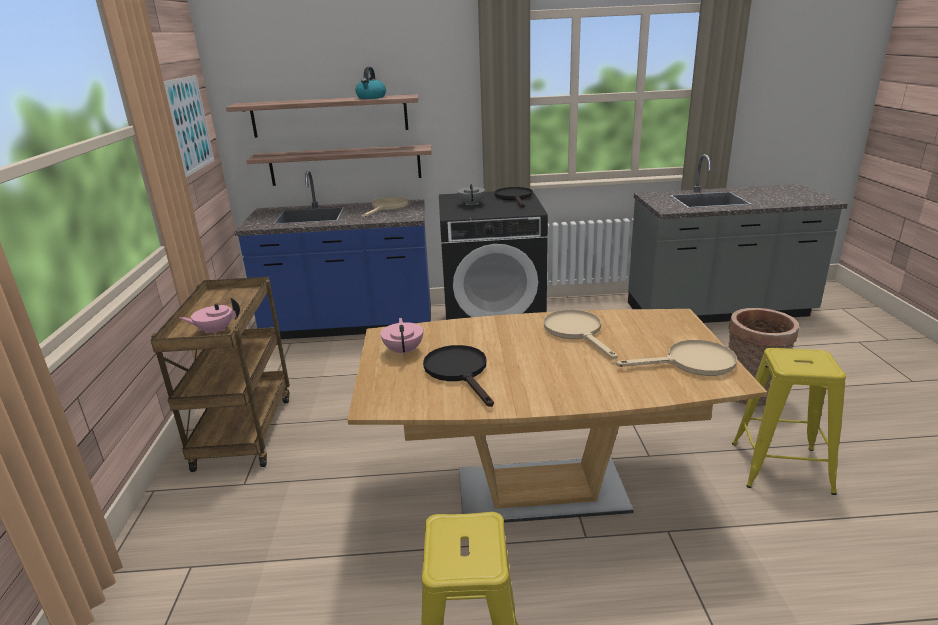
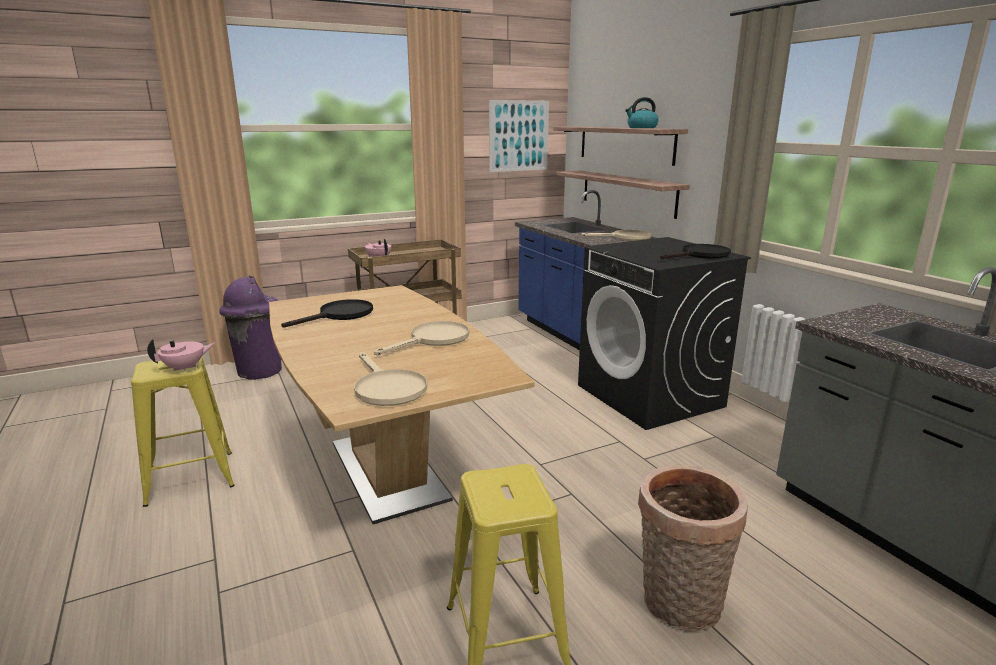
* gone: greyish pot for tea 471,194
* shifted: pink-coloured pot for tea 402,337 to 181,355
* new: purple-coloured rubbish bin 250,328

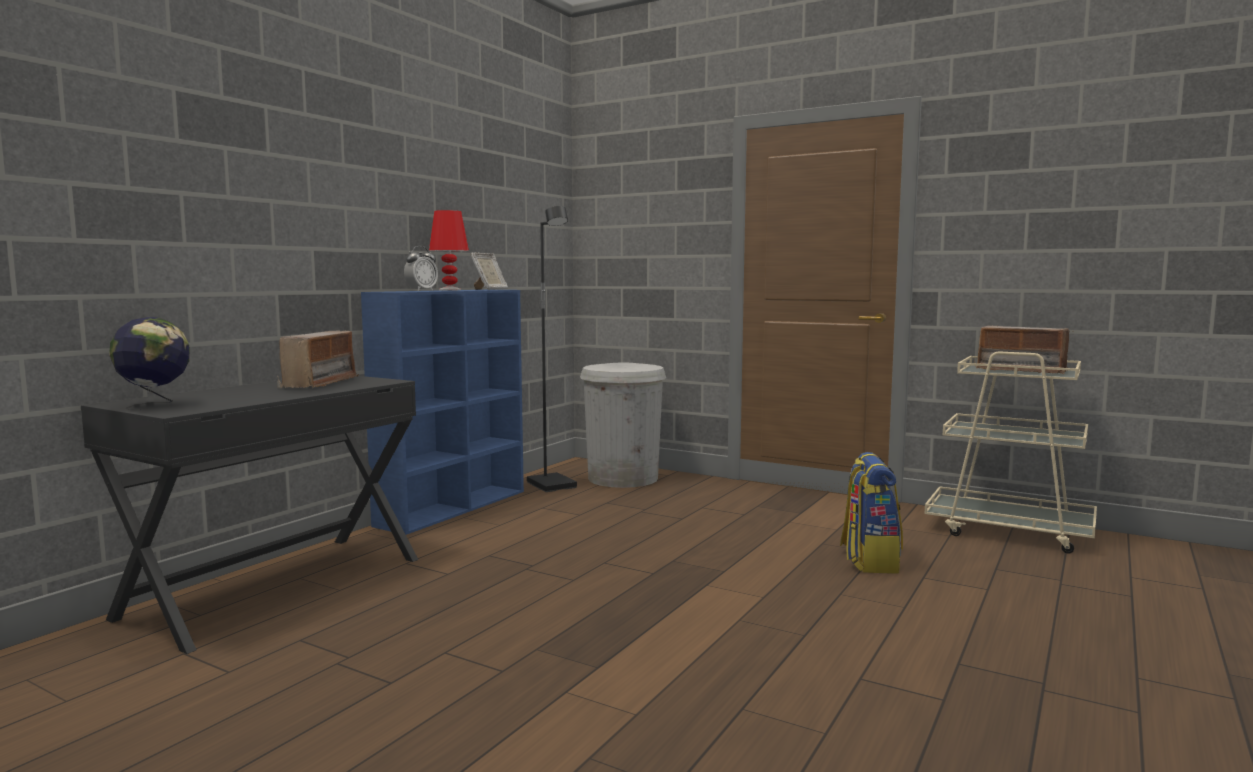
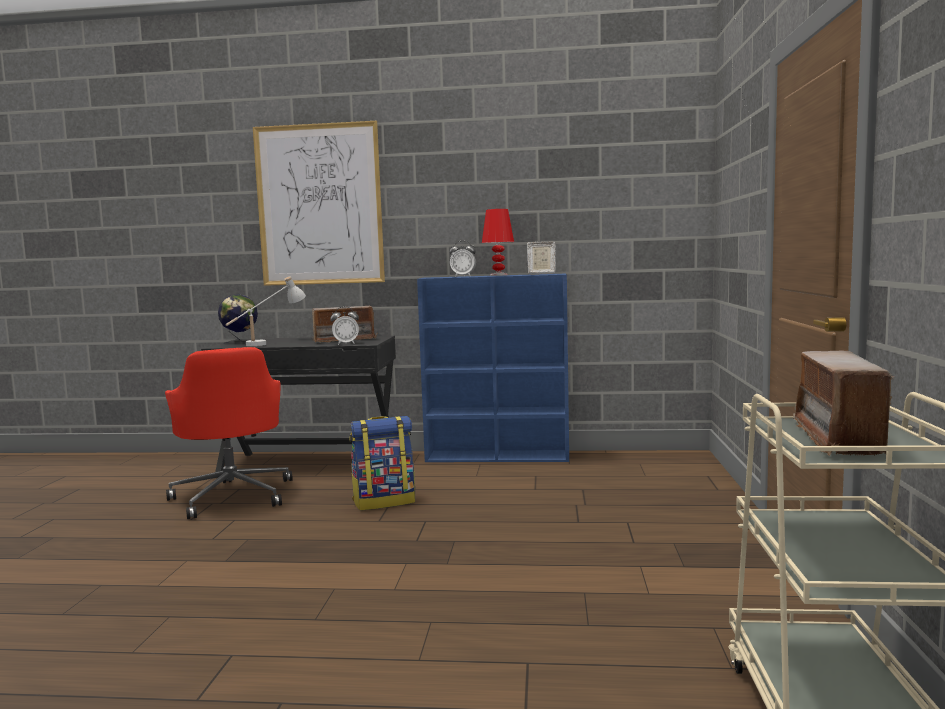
* gone: black standard lamp 552,349
* gone: whitish rubbish bin 623,425
* shifted: knapsack 871,512 to 382,463
* new: wall picture 319,203
* new: whitish table lamp 265,311
* new: table clock 344,326
* new: red-coloured office chair 229,433

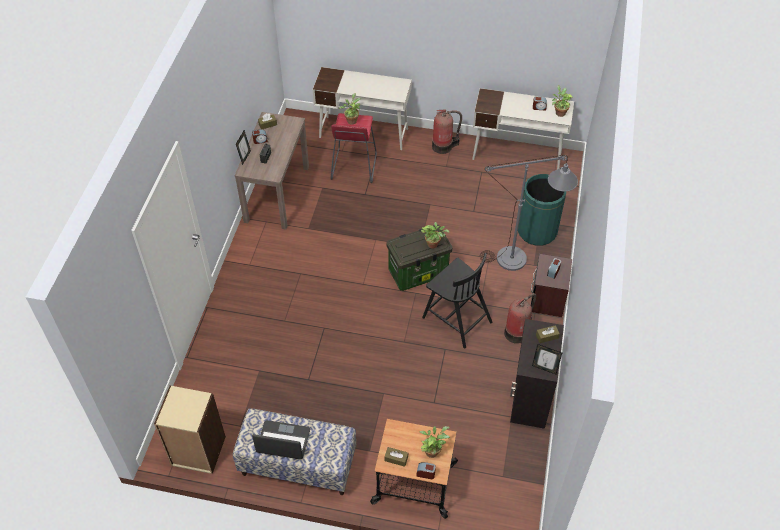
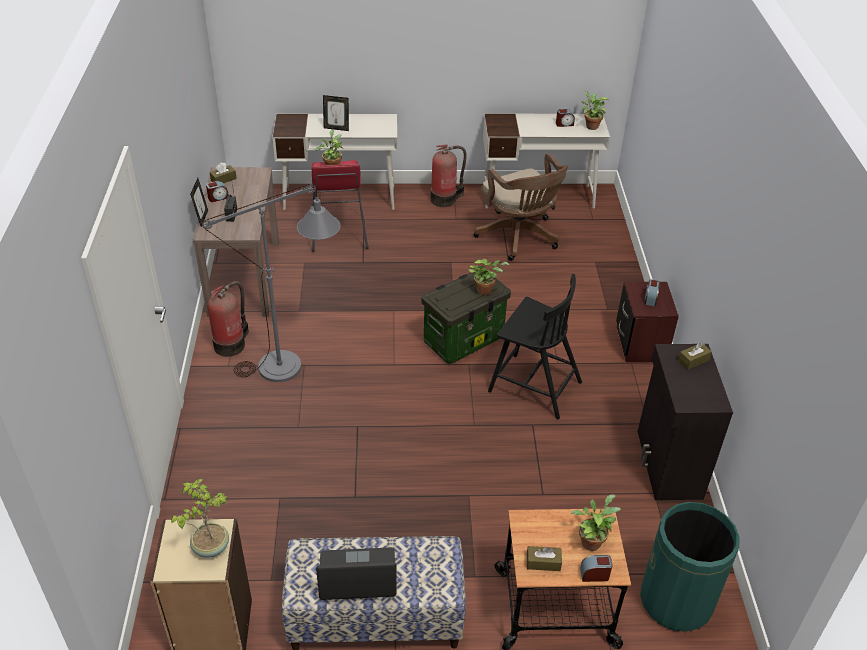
* shifted: greyish standard lamp 529,213 to 271,283
* shifted: greenish rubbish bin 542,210 to 690,567
* shifted: fire-fighting cylinder 520,318 to 228,319
* shifted: picture frame 547,359 to 336,113
* new: brownish office chair 521,207
* new: plant in a pot 200,518

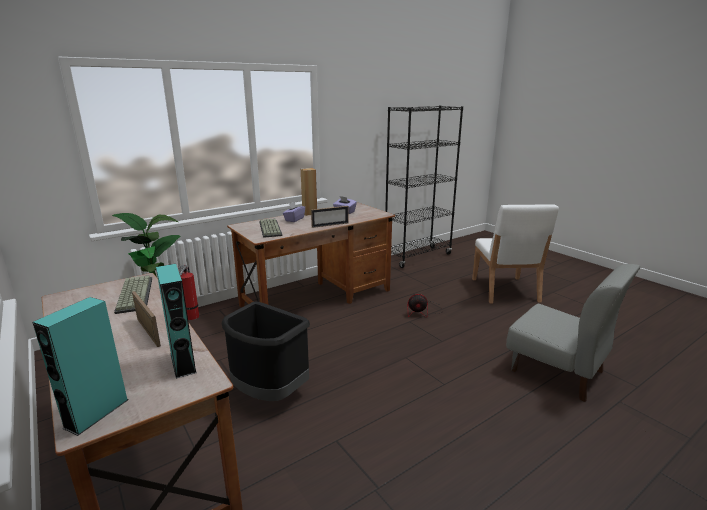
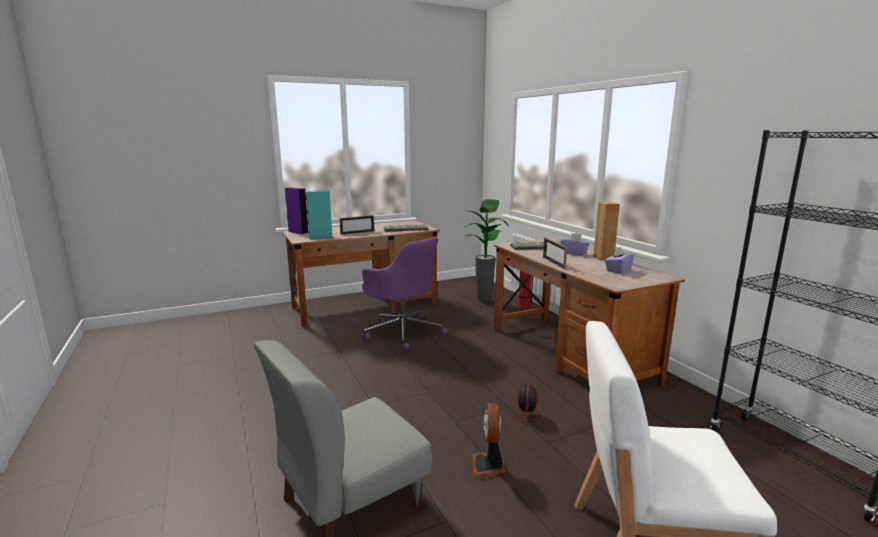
* repainted: turquoise speaker 81,366 to purple-coloured speaker 297,210
* swapped: black rubbish bin 265,351 to purple-coloured office chair 405,294
* new: electric fan 488,441

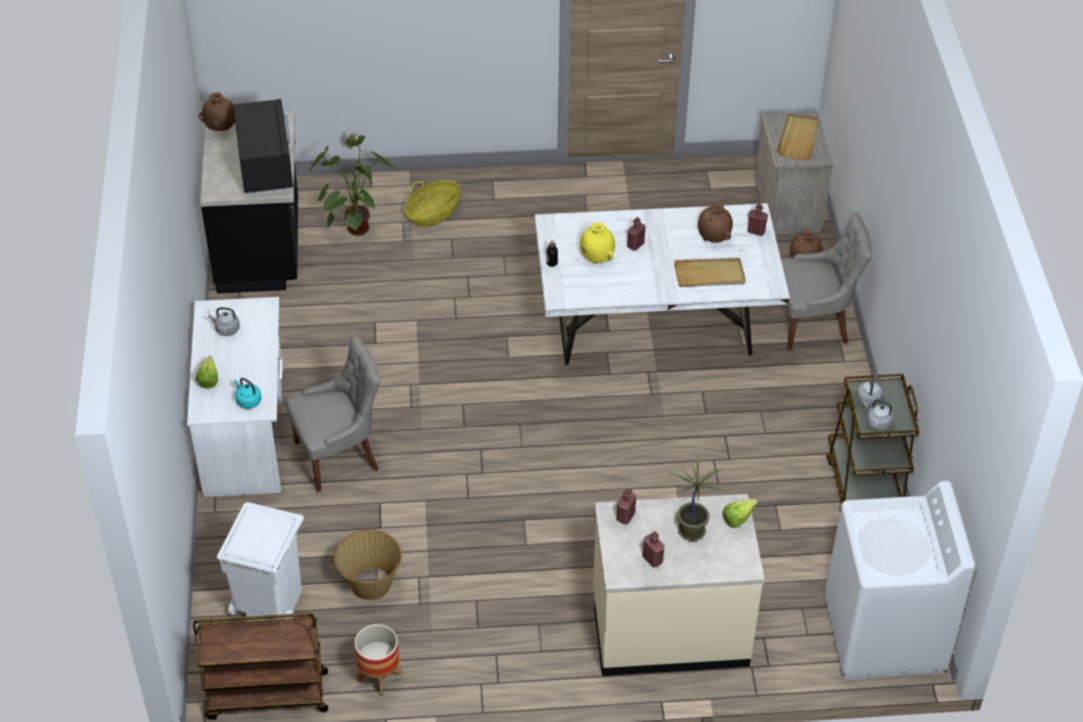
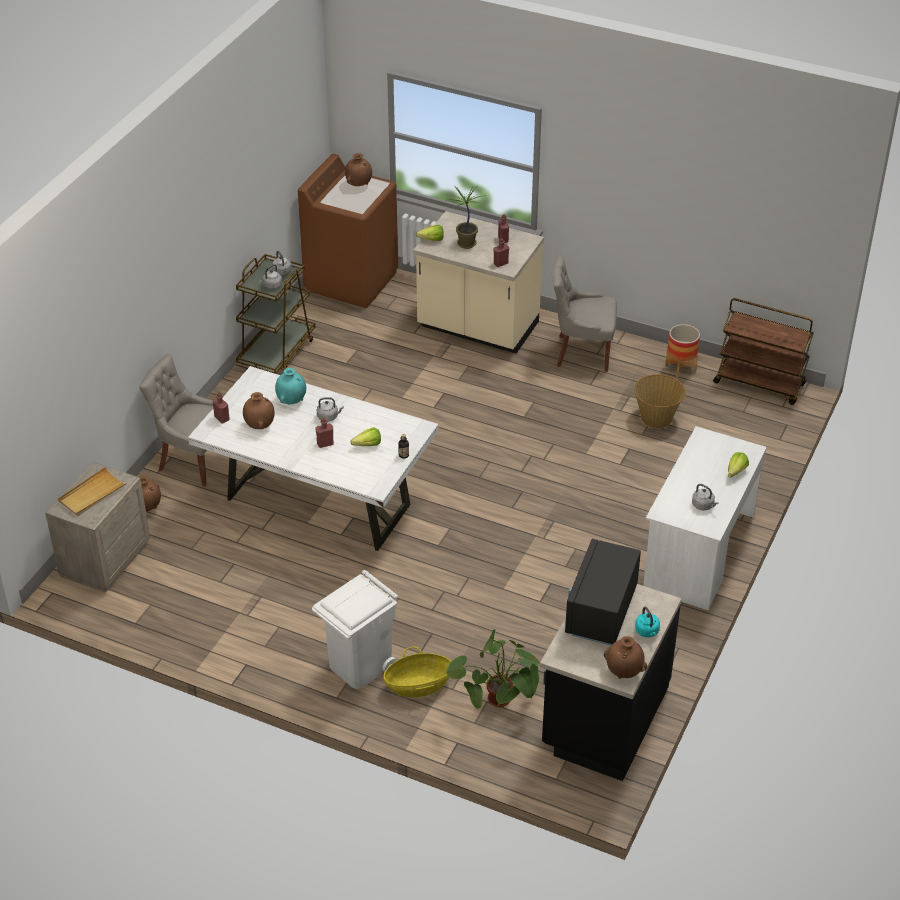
* swapped: yellow-coloured flower vase 597,242 to lettuce head 365,437
* swapped: beige-coloured tray 710,272 to turquoise flower vase 290,386
* shifted: greyish plain chair 333,413 to 584,313
* shifted: turquoise kettle 247,393 to 647,622
* repainted: whitish washing machine 900,580 to brownish washing machine 348,231
* shifted: whitish rubbish bin 260,561 to 355,629
* new: brownish flower vase 358,169
* new: greyish kettle 330,409

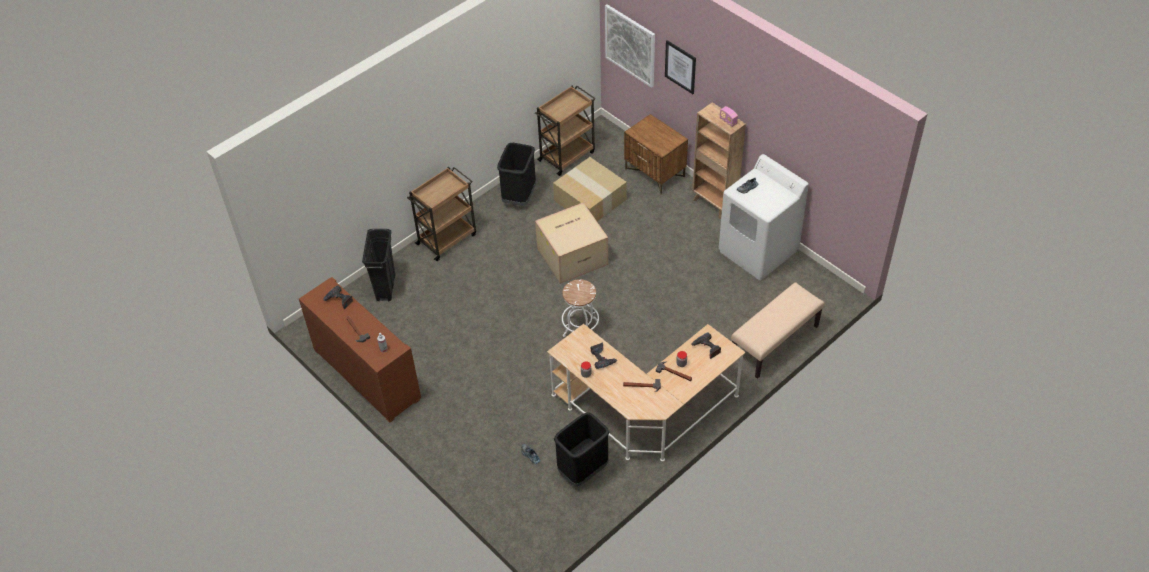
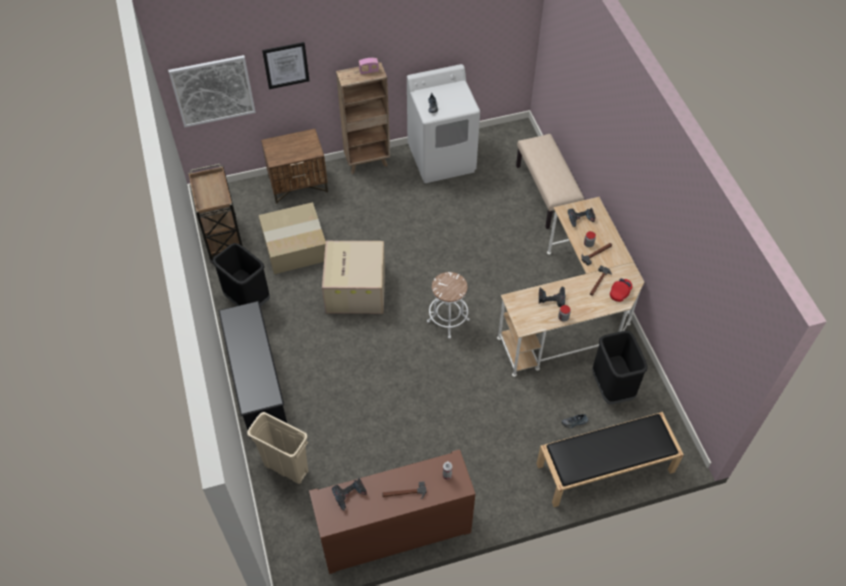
* swapped: brownish trolley 441,214 to black shoe shelf 252,369
* repainted: black rubbish bin 378,265 to beige-coloured rubbish bin 277,448
* new: red-coloured baseball cap 621,290
* new: black bench 610,459

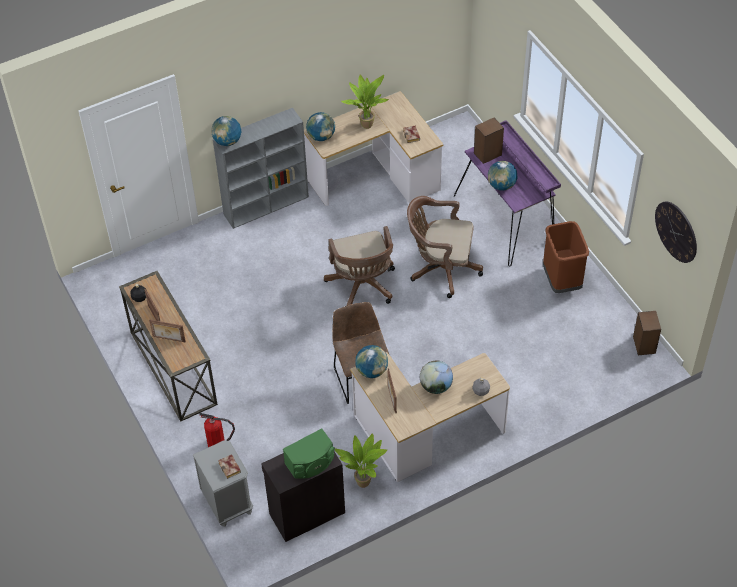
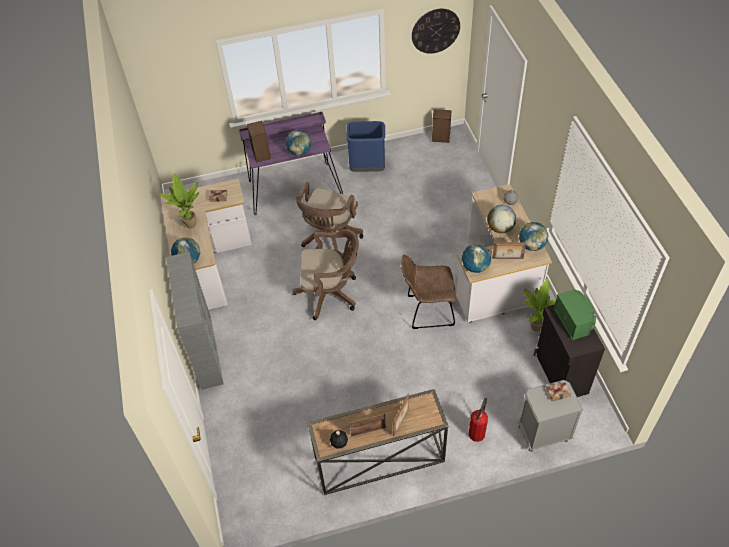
* shifted: desk globe 226,131 to 533,236
* repainted: brownish rubbish bin 566,257 to bluish rubbish bin 365,146

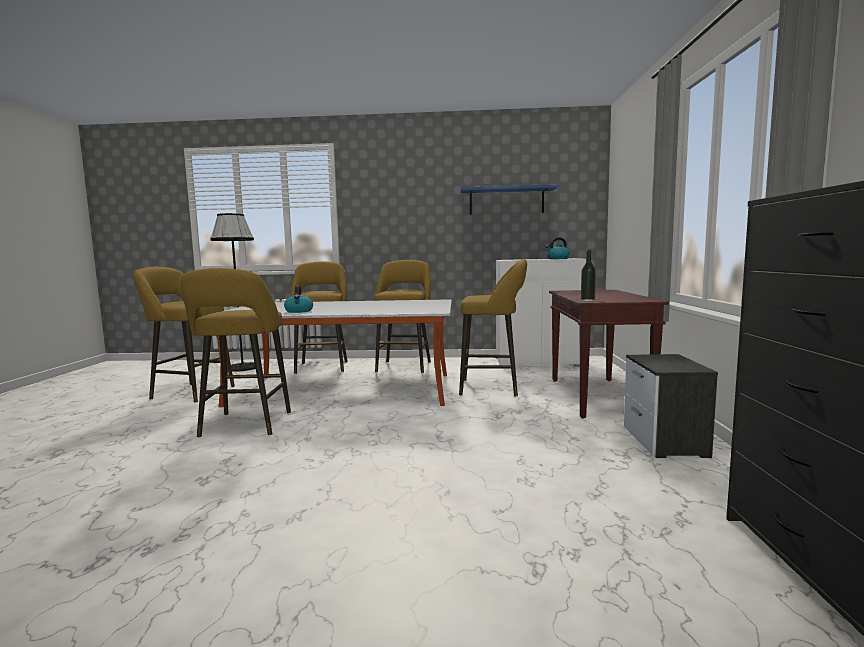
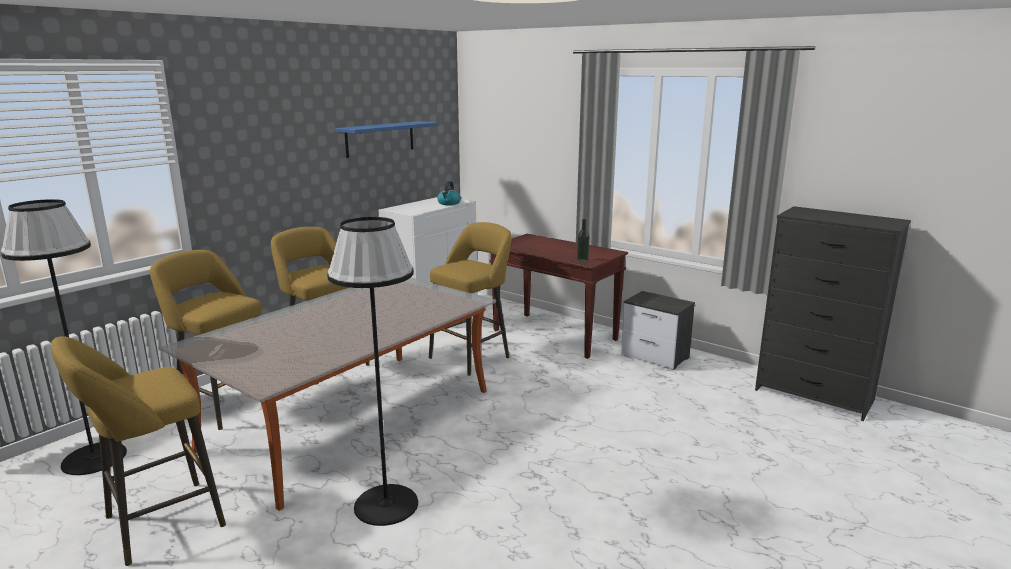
* swapped: yellow-coloured sitting stool 236,352 to black standard lamp 372,371
* gone: kettle 298,299

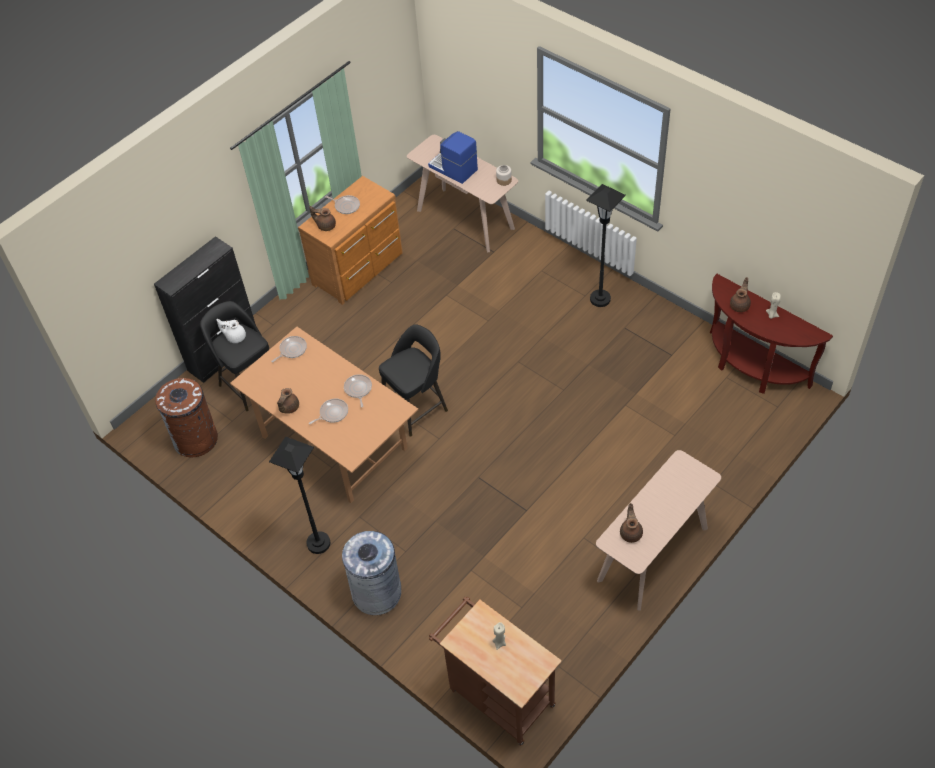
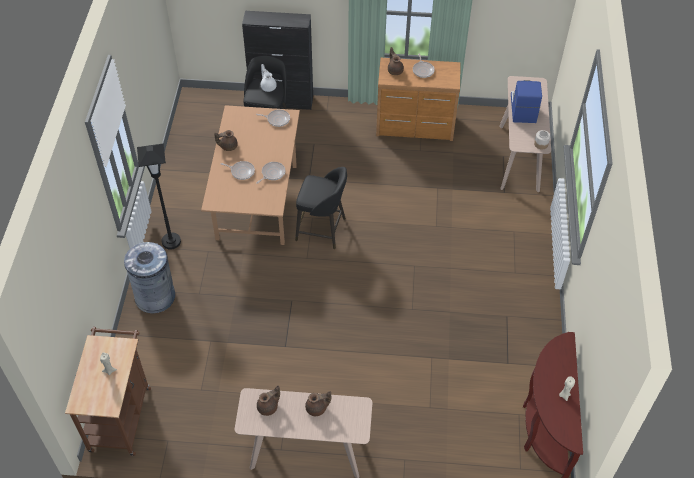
* gone: black standard lamp 606,245
* shifted: brownish pot for tea 740,294 to 318,403
* gone: brownish rubbish bin 186,418

